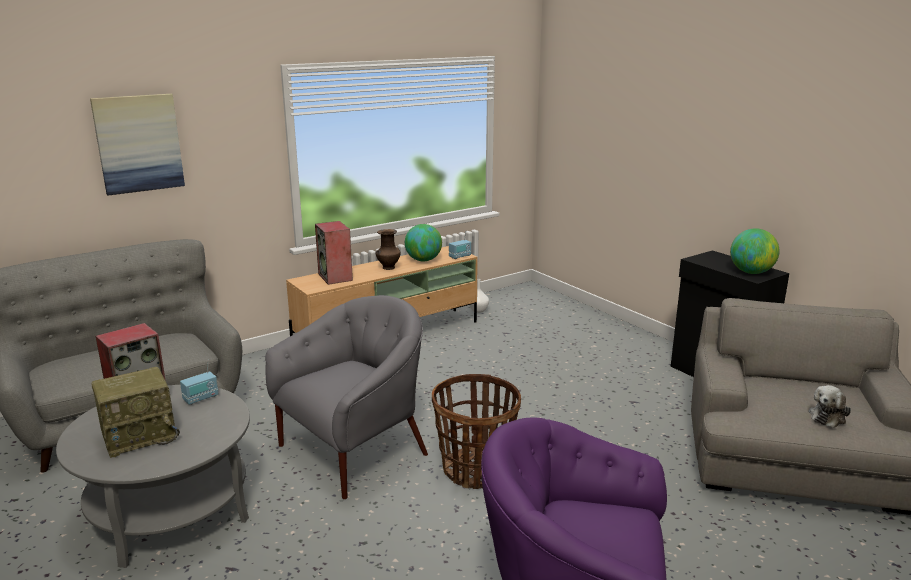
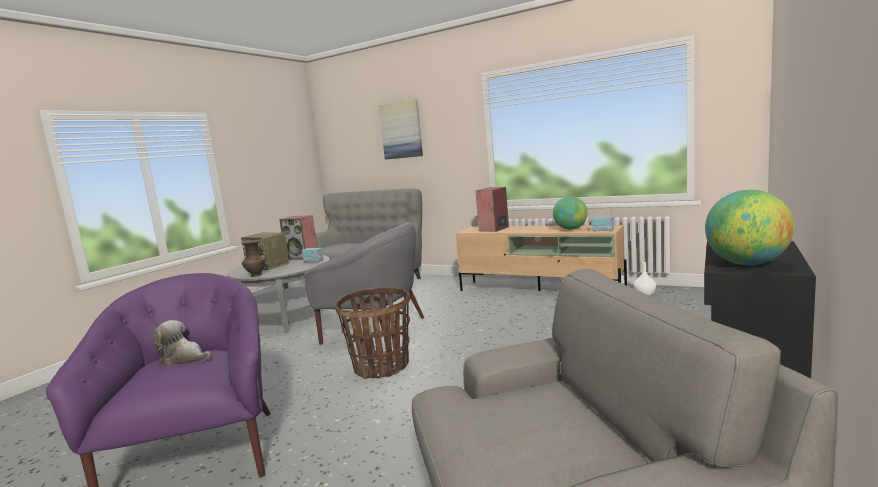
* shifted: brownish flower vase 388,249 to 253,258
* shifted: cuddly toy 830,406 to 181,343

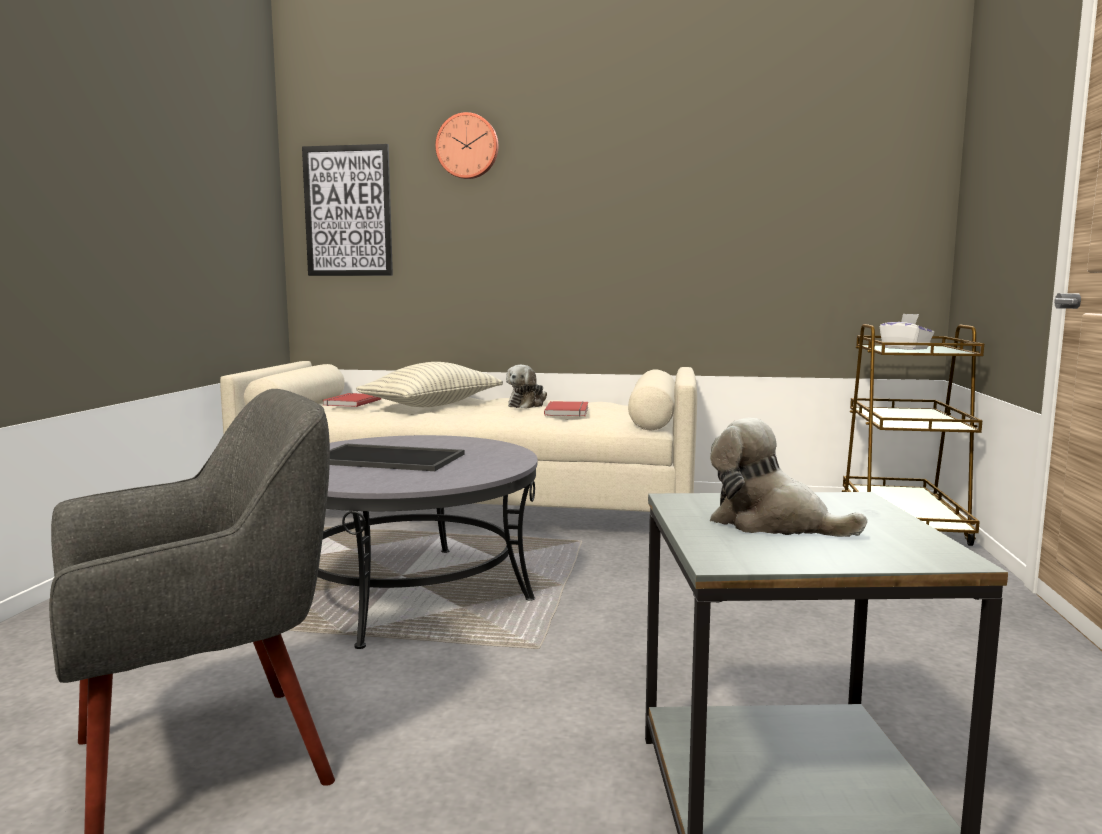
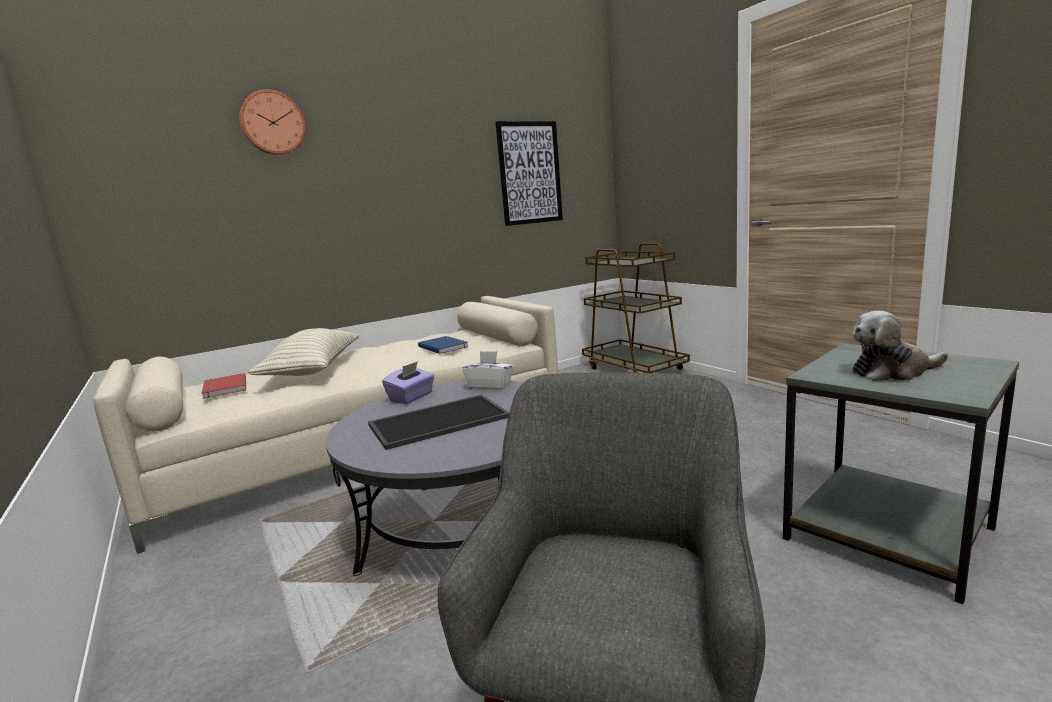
* shifted: wall picture 347,210 to 529,173
* shifted: whitish tissue holder 907,332 to 487,370
* gone: cuddly toy 526,387
* repainted: red-coloured book 566,408 to bluish book 443,345
* new: purple-coloured tissue holder 408,382

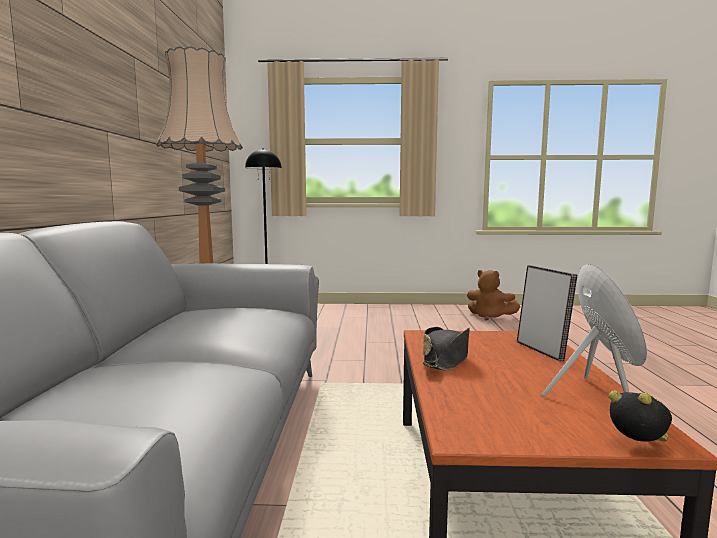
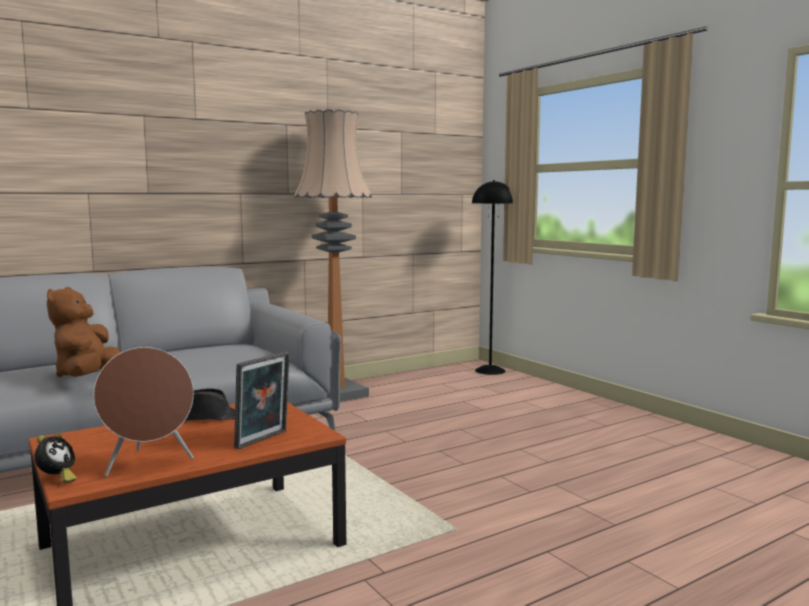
* shifted: brownish cuddly toy 493,295 to 84,332

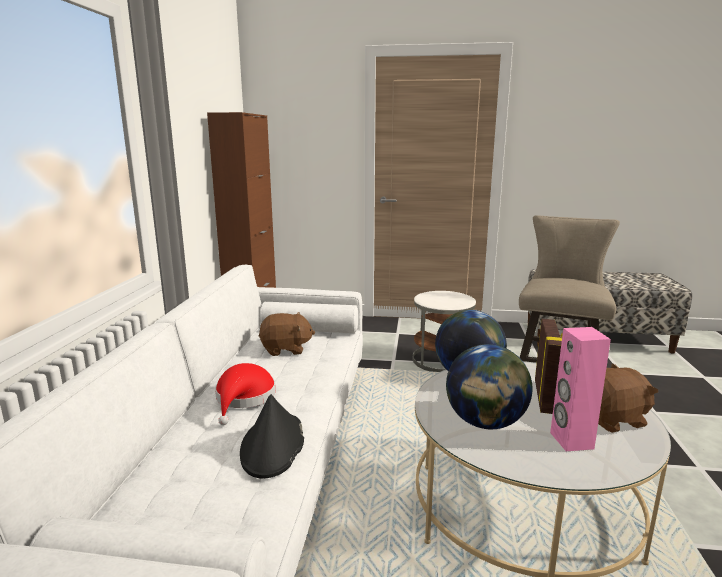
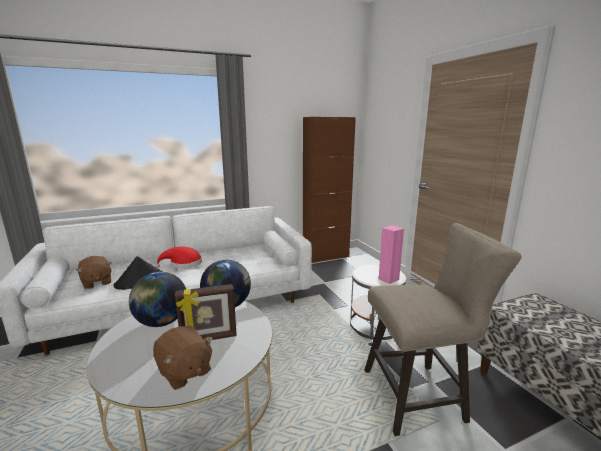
* shifted: brownish cuddly toy 286,334 to 94,272
* shifted: pink-coloured speaker 580,389 to 391,254

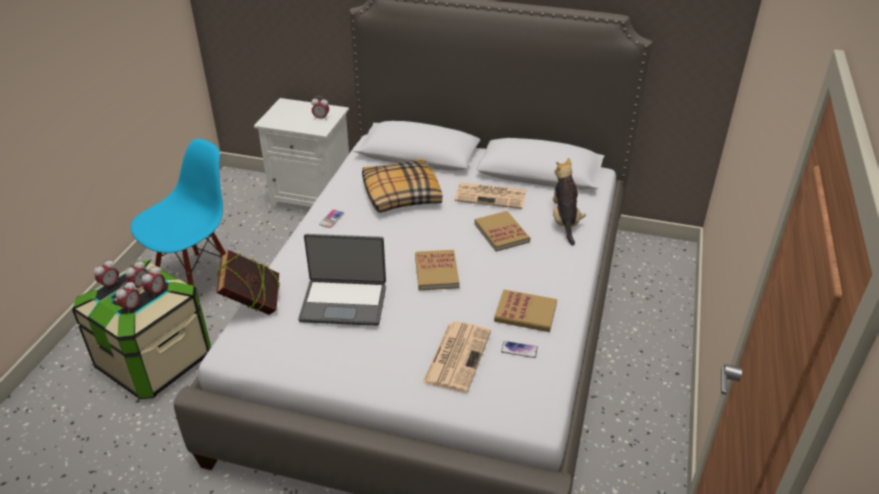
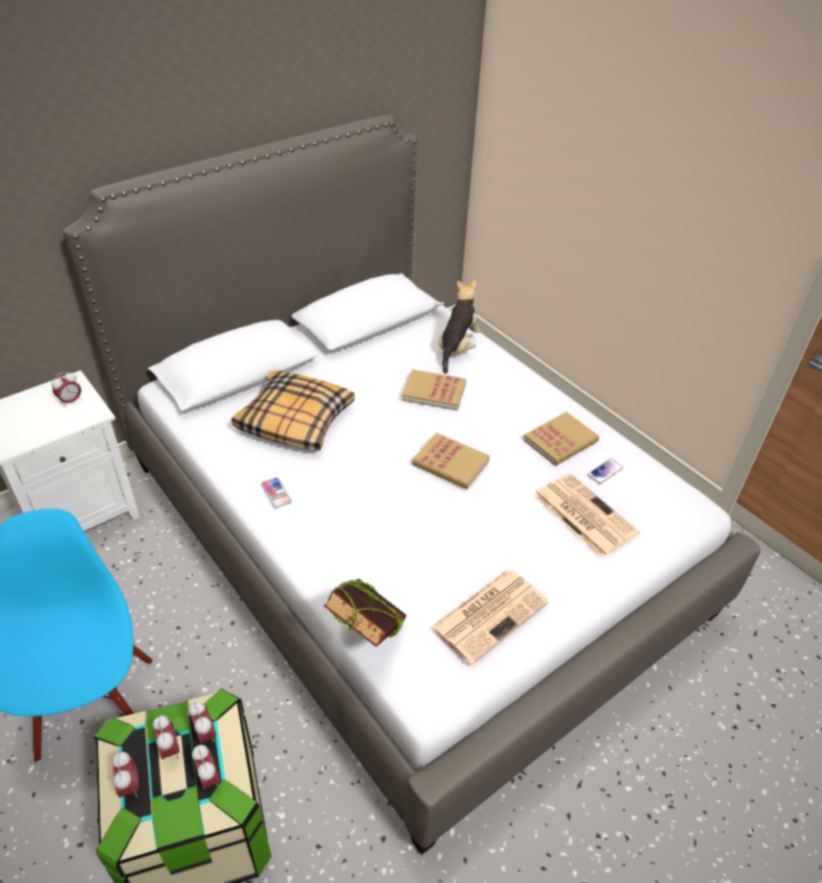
* rotated: cuddly toy 569,202 = 459,327 75 degrees clockwise
* shifted: daily paper 490,195 to 489,617
* gone: laptop 342,280

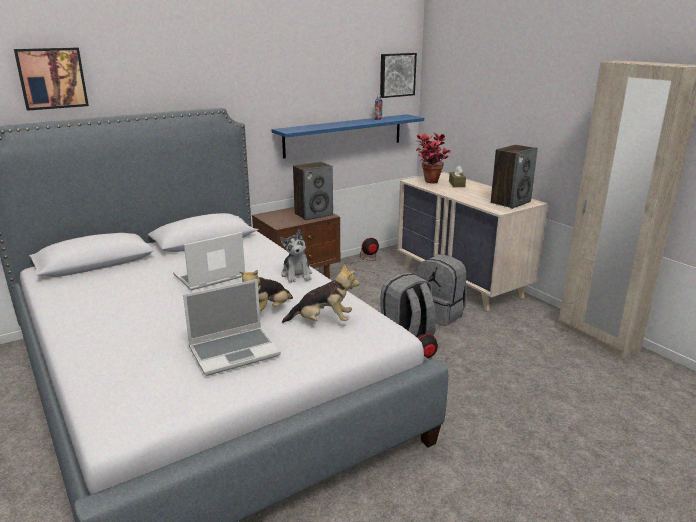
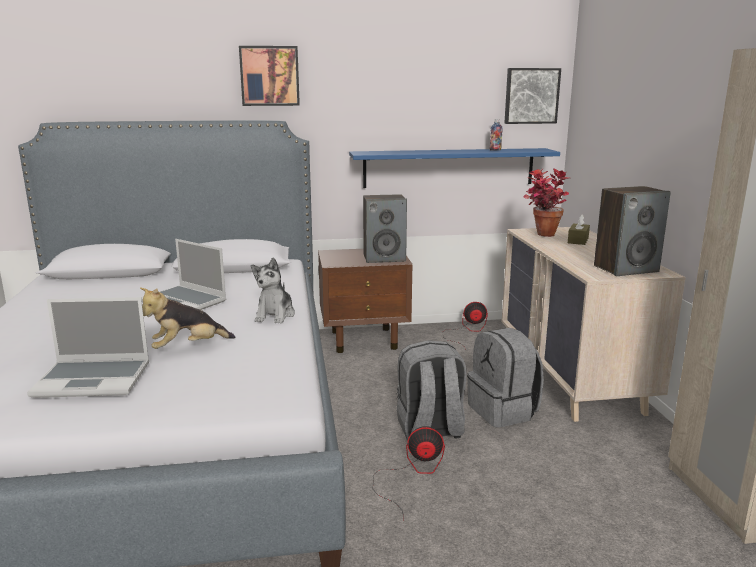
* shifted: wall picture 51,79 to 269,76
* rotated: laptop 209,261 = 183,274 135 degrees counterclockwise
* gone: cuddly toy 320,293

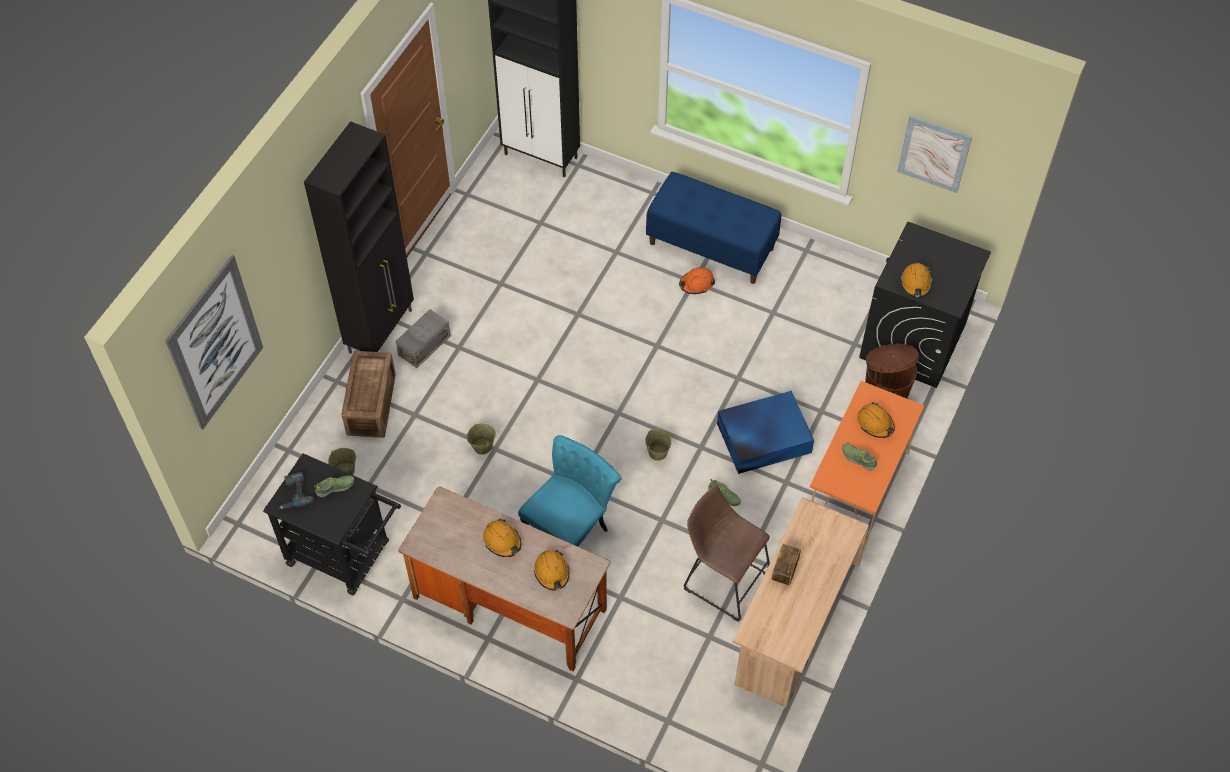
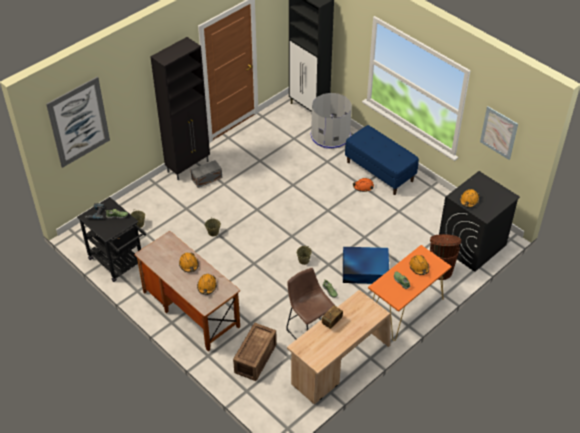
* shifted: packing crate 368,394 to 255,352
* gone: turquoise plain chair 570,490
* new: greyish rubbish bin 331,121

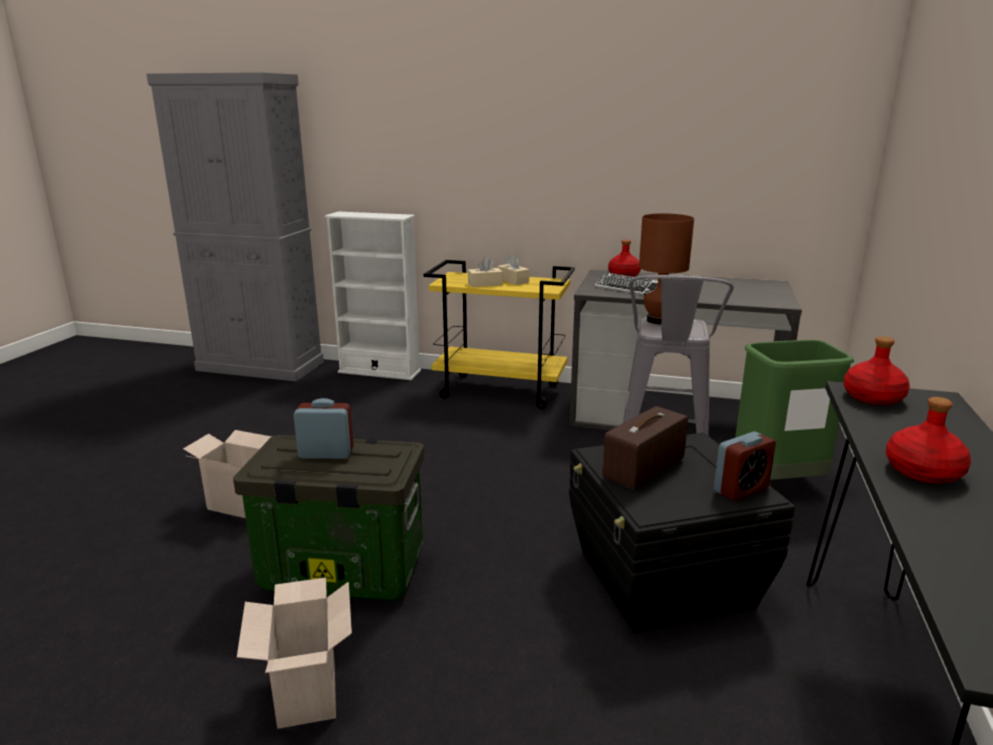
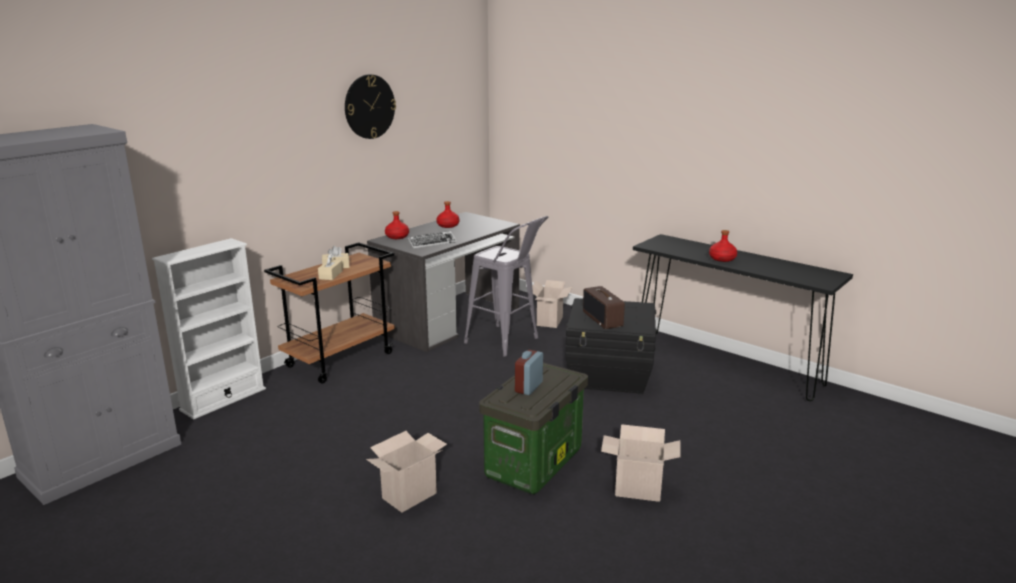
* gone: brownish table lamp 666,268
* repainted: yellow-coloured trolley 499,334 to brownish trolley 329,313
* shifted: red-coloured drink bottle 876,371 to 448,214
* swapped: greenish rubbish bin 794,410 to carton 552,304
* gone: table clock 745,466
* new: clock on the wall 370,106

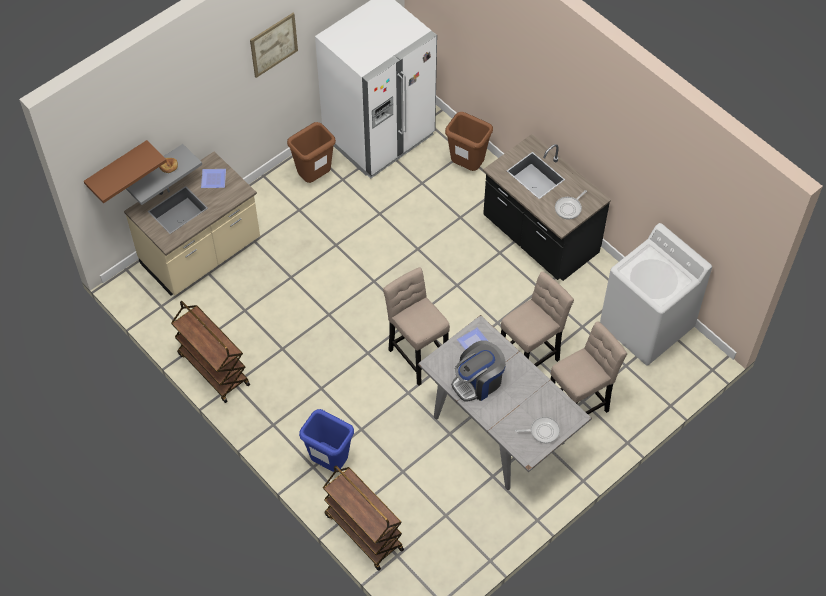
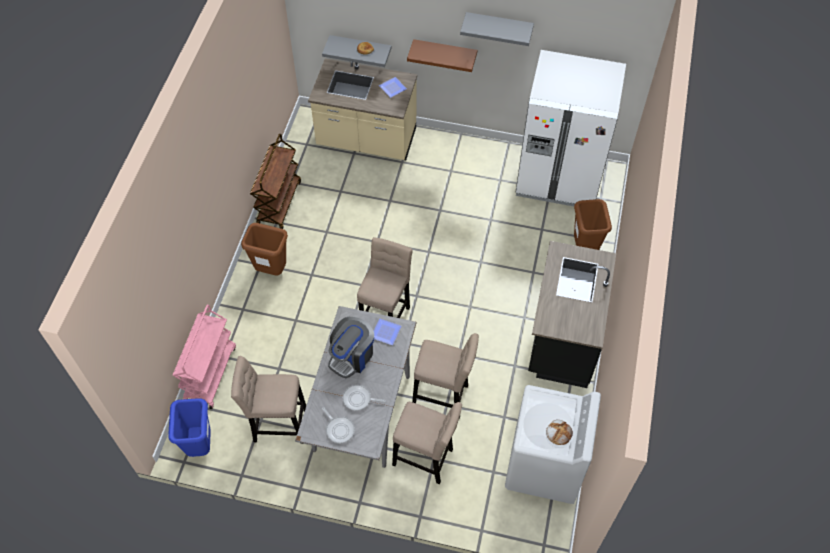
* swapped: wall picture 274,45 to greyish bracket shelf 497,29
* shifted: brownish rubbish bin 311,152 to 264,249
* shifted: brownish bracket shelf 125,171 to 442,55
* shifted: pan 571,205 to 364,398
* rotated: coffee machine 478,371 = 351,347 75 degrees counterclockwise
* shifted: bluish rubbish bin 326,440 to 189,427
* repainted: brownish trolley 363,518 to pink-coloured trolley 204,357
* new: beige-coloured sitting stool 268,400
* new: baked bread 559,432

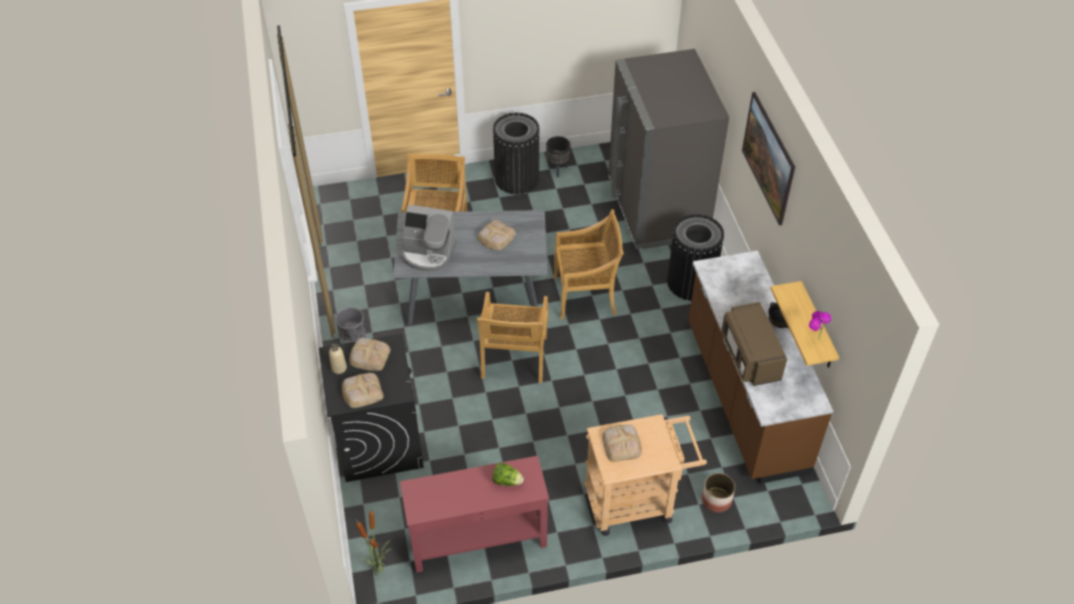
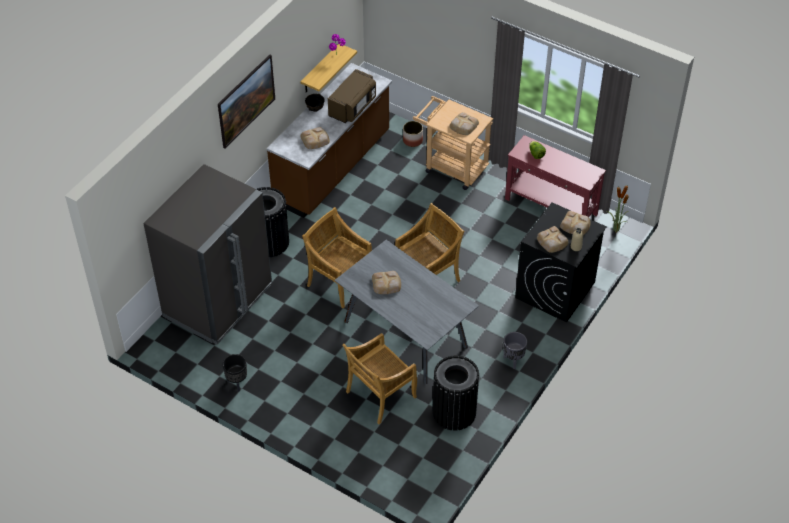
* shifted: black rubbish bin 516,153 to 456,393
* gone: coffee machine 429,238
* new: baked bread 315,138

